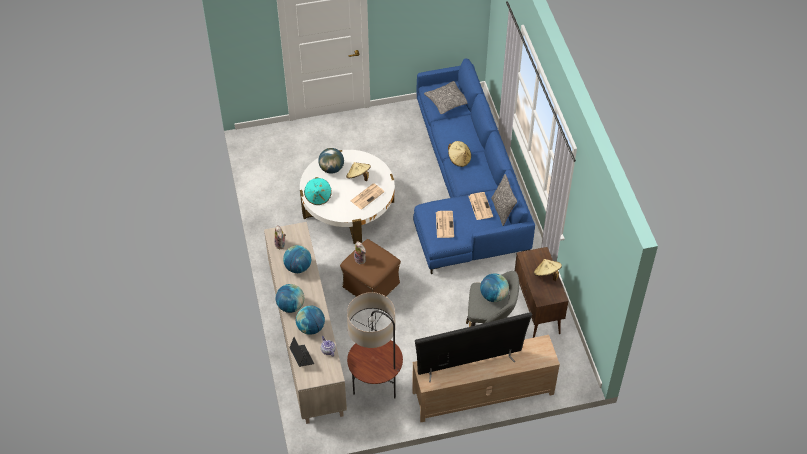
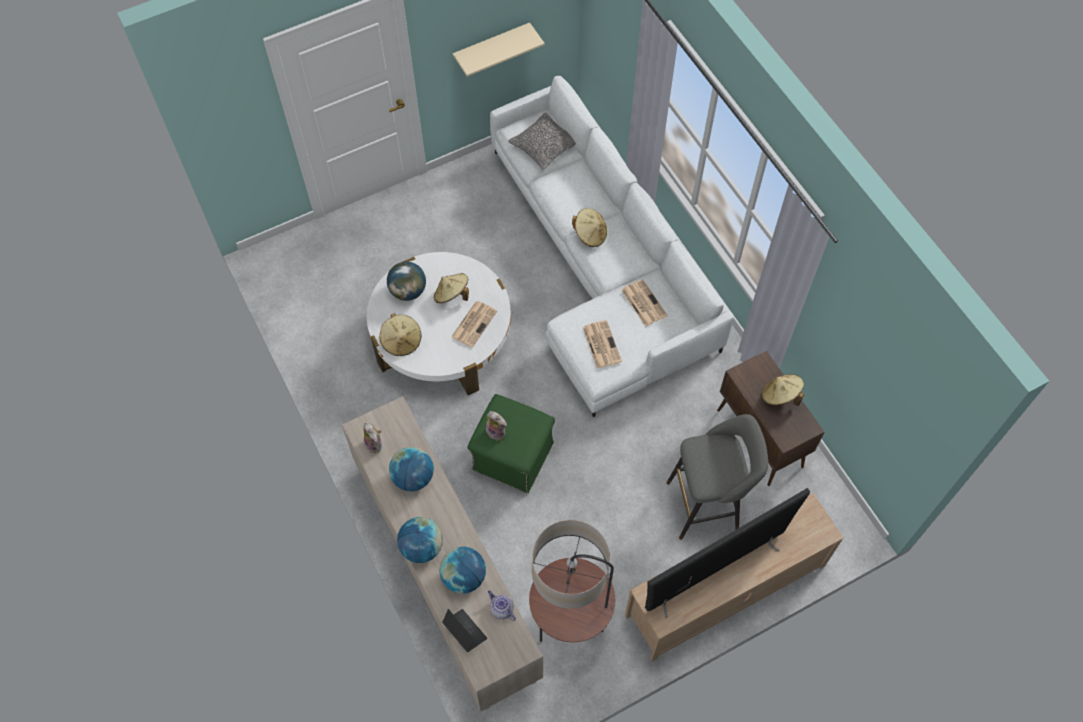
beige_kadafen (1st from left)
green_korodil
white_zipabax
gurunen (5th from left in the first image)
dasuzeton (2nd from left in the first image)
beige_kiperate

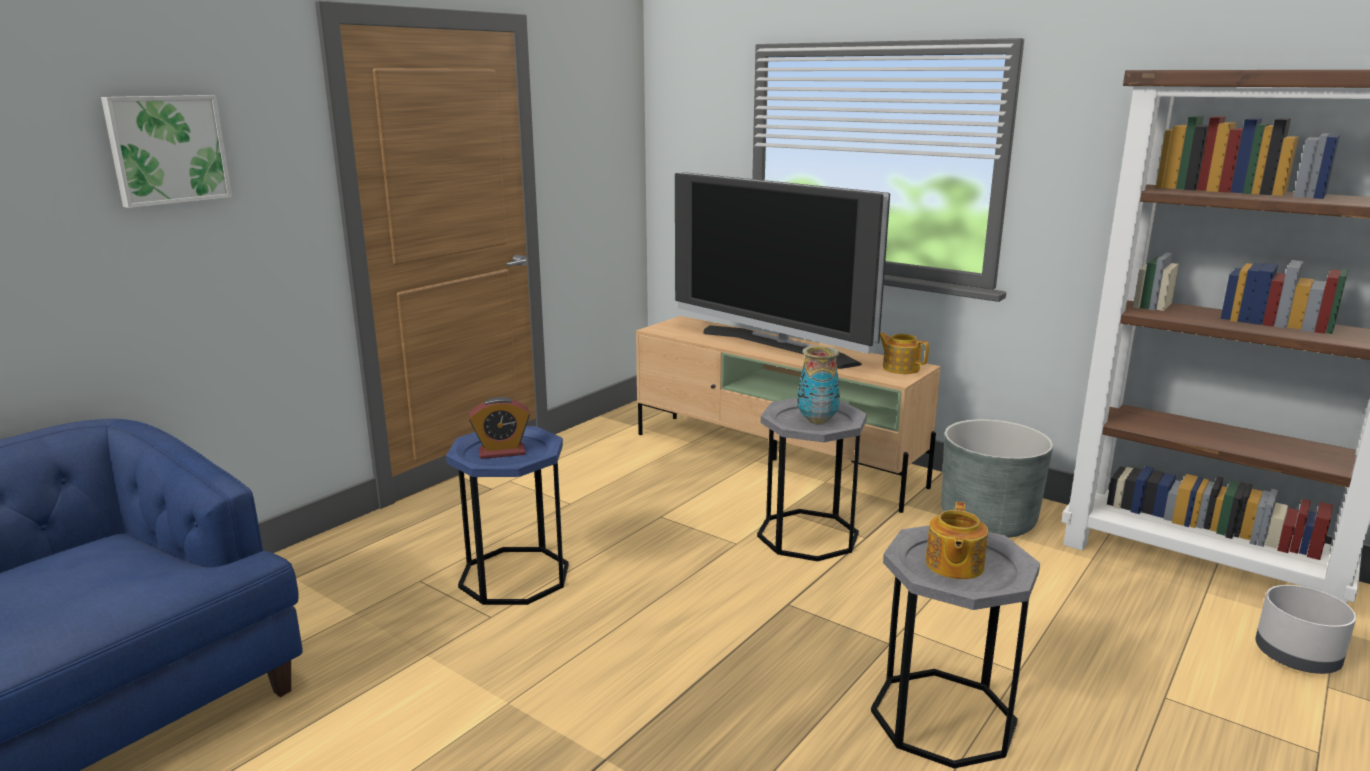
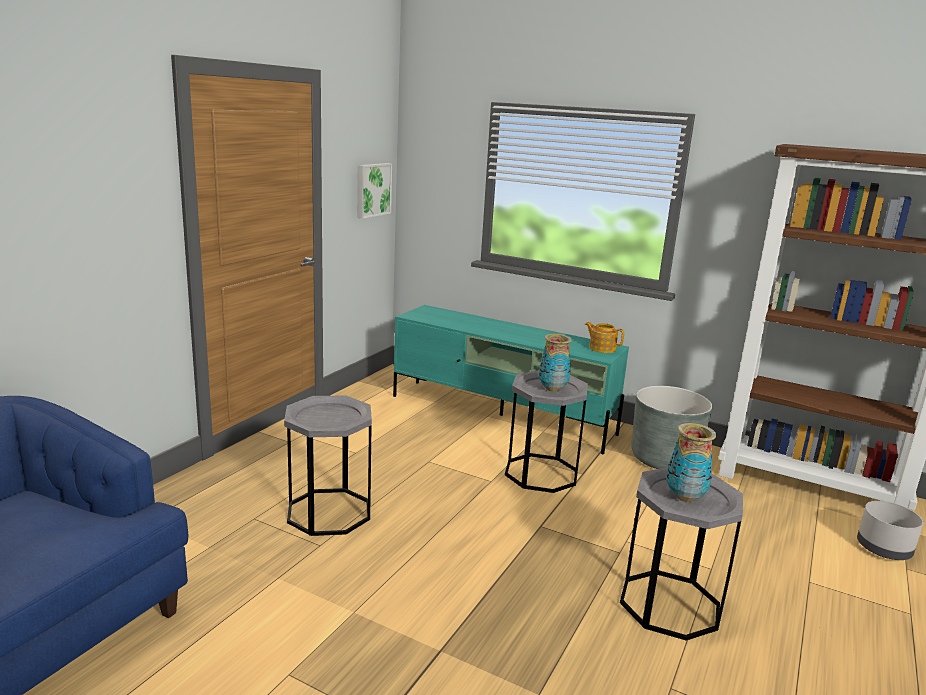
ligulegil
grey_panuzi (1st from left)
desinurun
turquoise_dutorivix
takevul
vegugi (2nd from left)

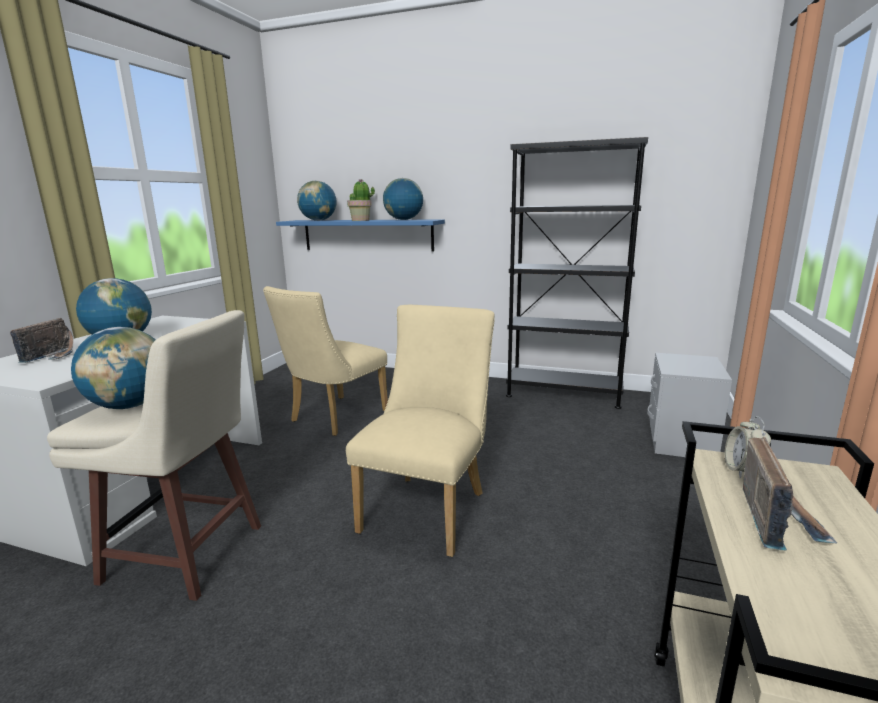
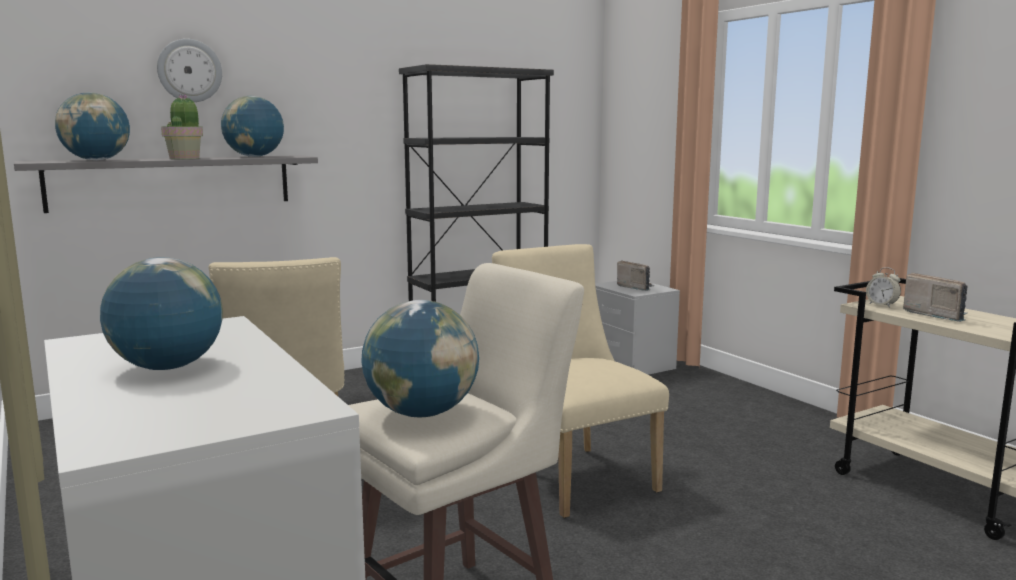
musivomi (1st from left)
grey_kiperate
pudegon

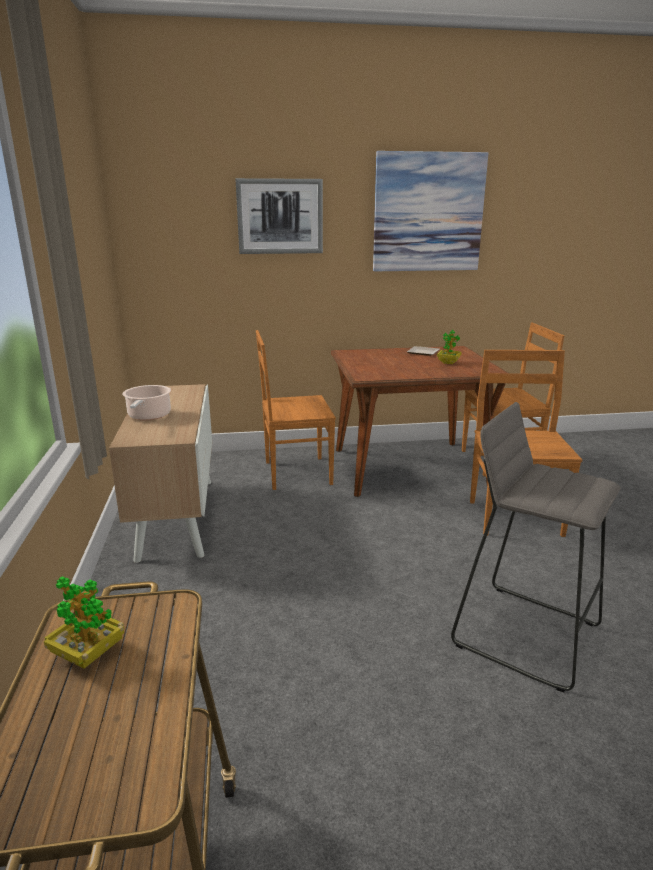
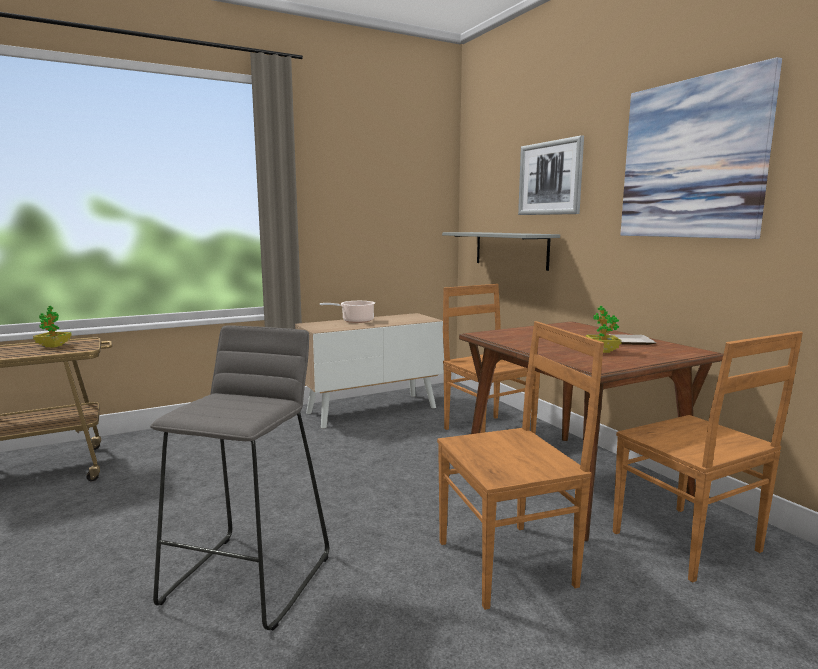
grey_kiperate

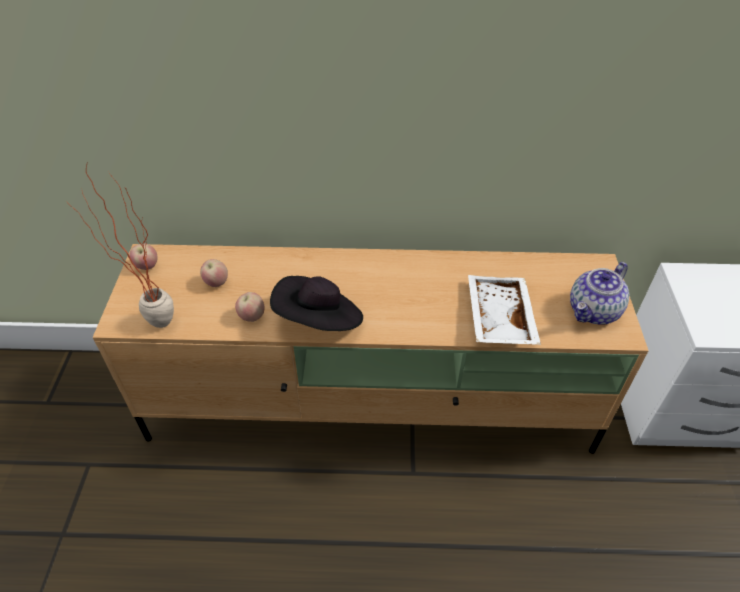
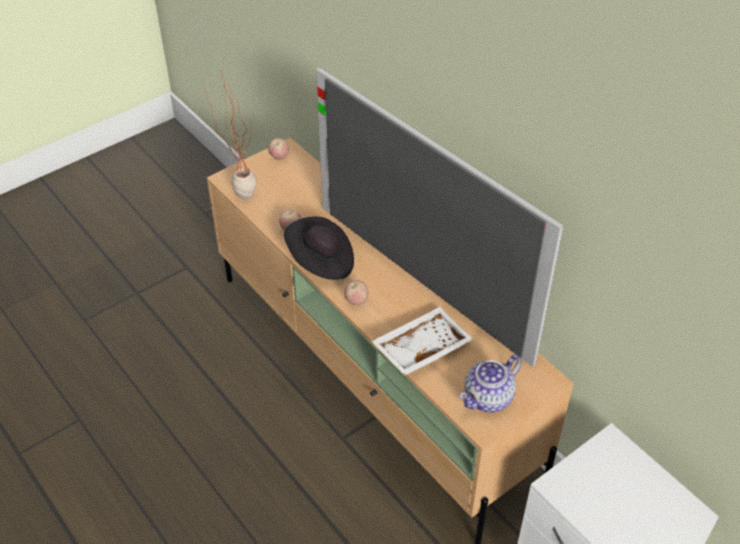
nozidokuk (3rd from left)
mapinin
takevul

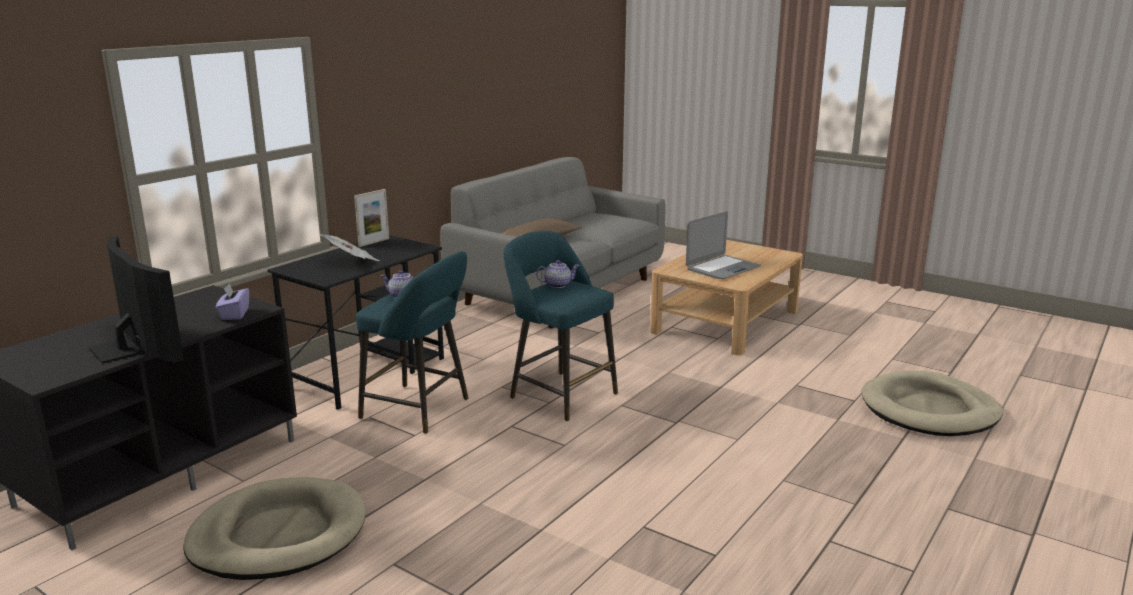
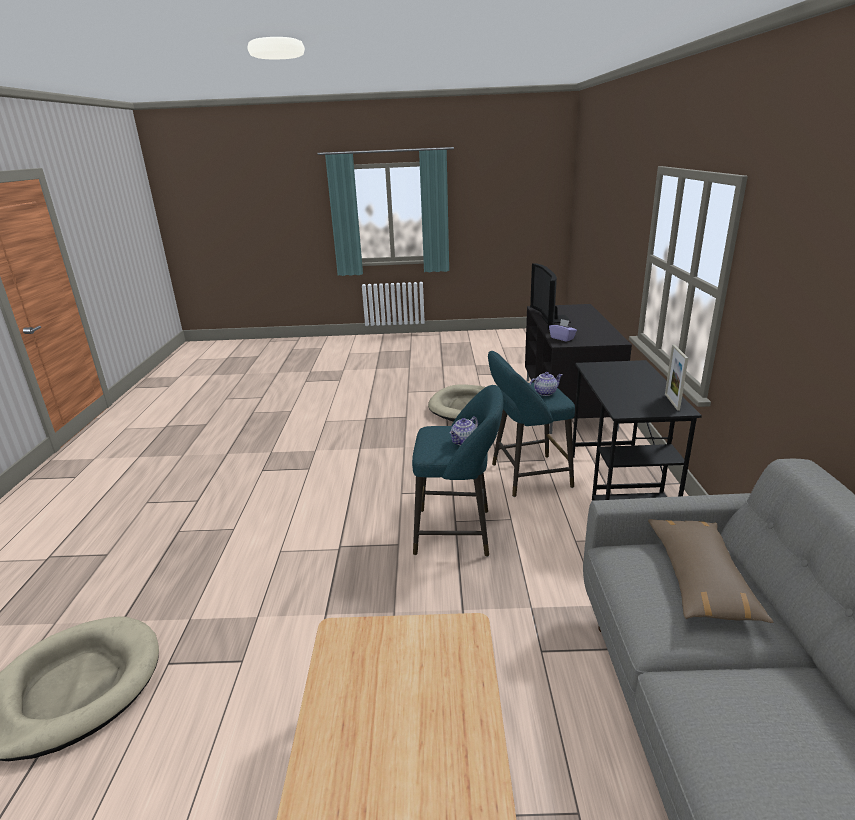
takevul
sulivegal
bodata

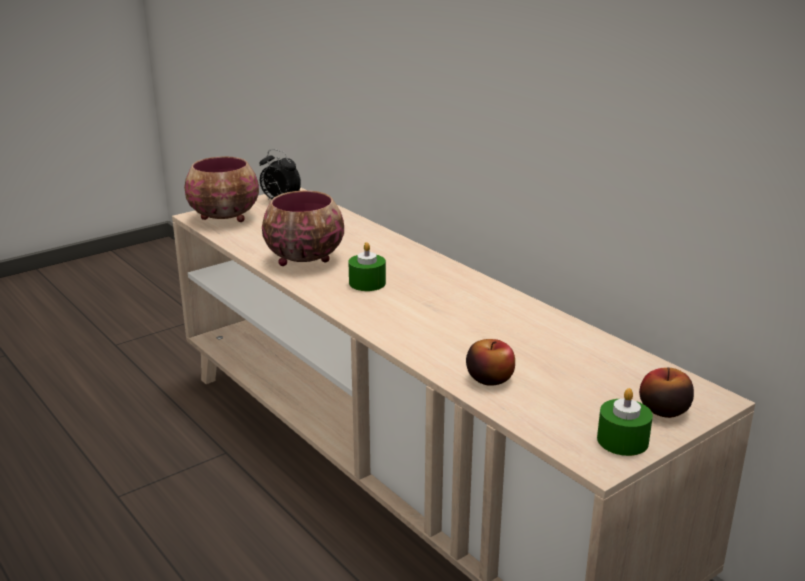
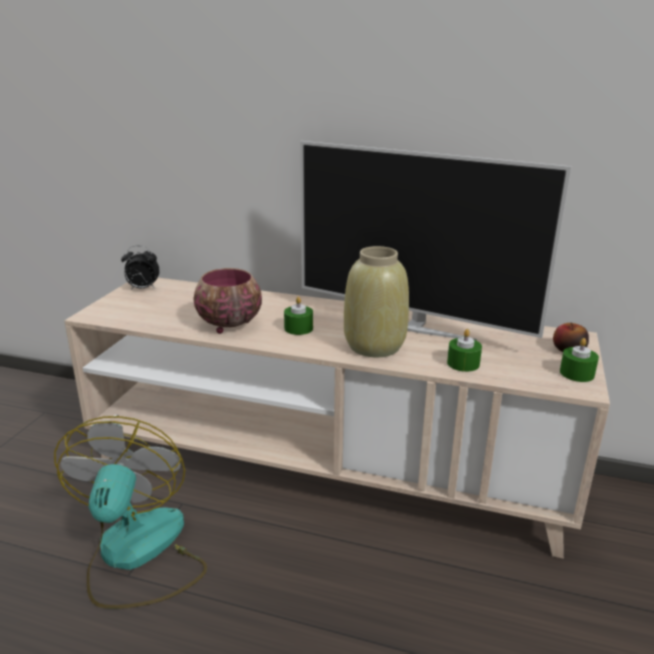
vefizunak (1st from left in the first image)
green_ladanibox (2nd from left)
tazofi
takevul
beige_vegugi

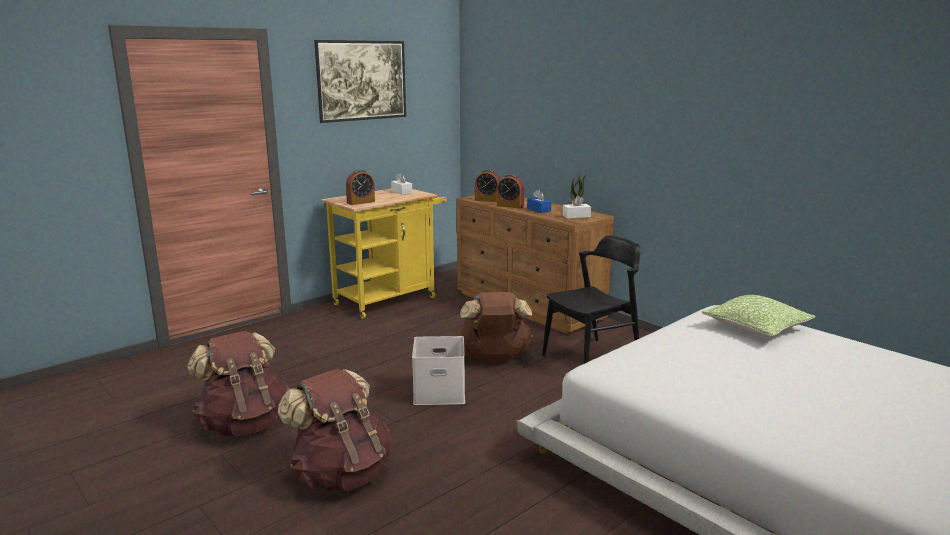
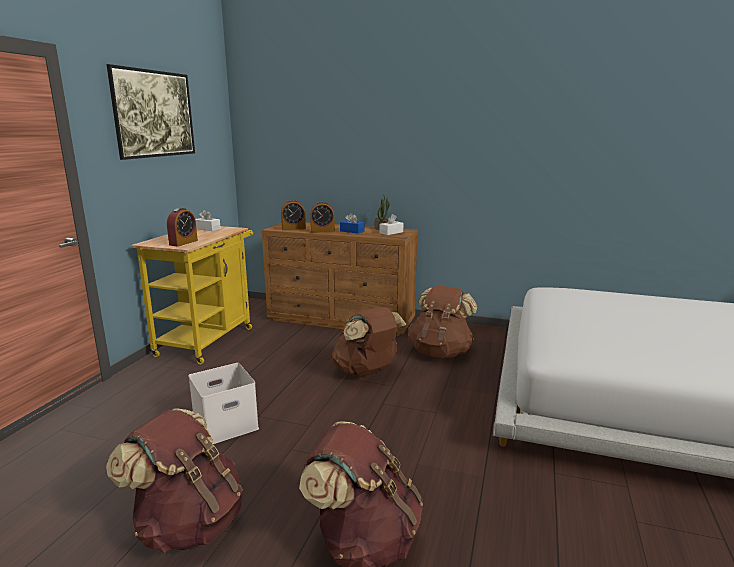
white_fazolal
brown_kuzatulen (4th from left)
dasuzeton

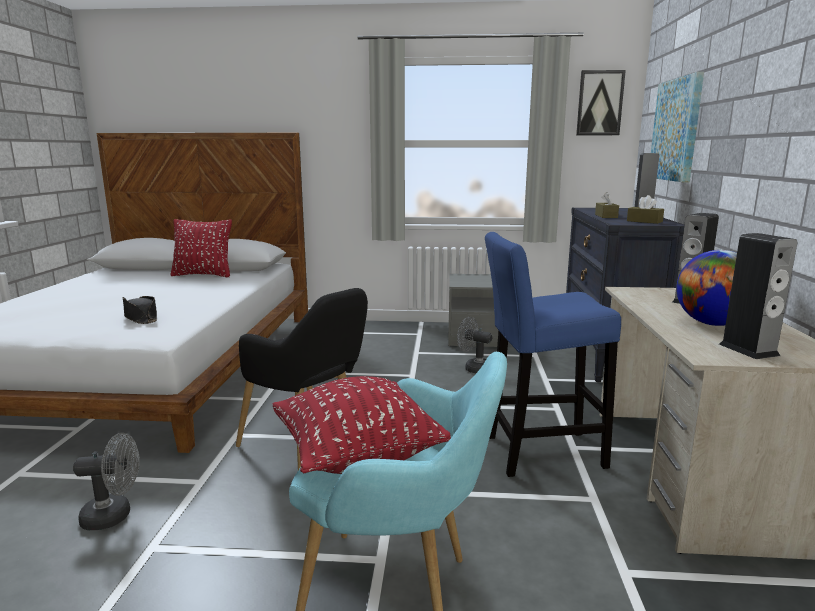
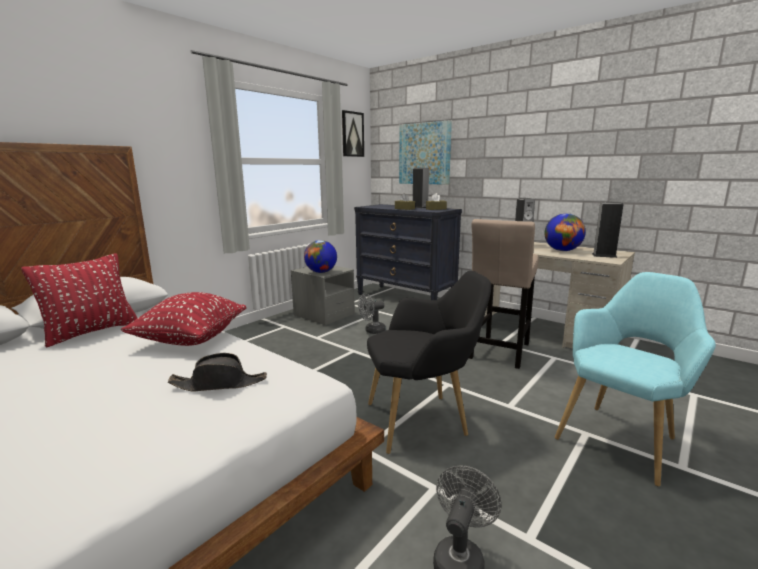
red_dasuzeton (2nd from left)
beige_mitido
gurunen (1st from left)

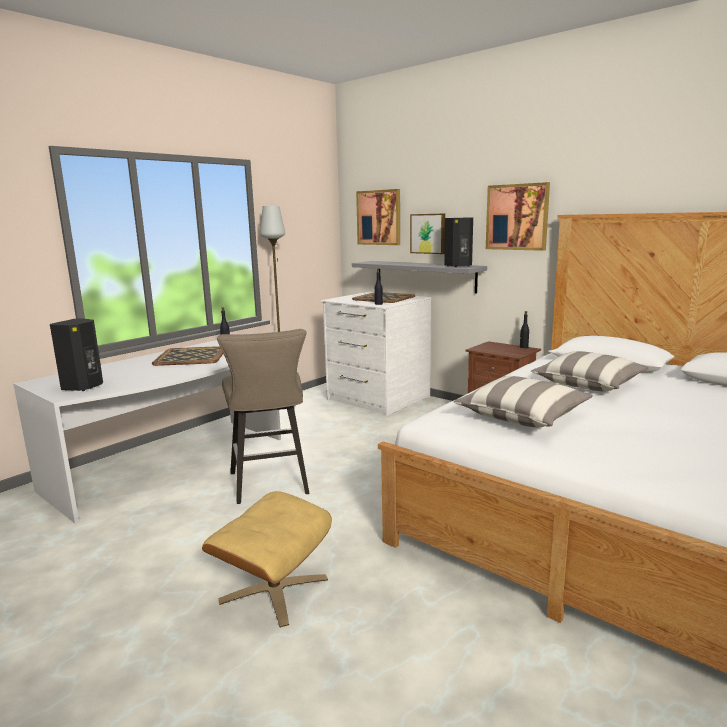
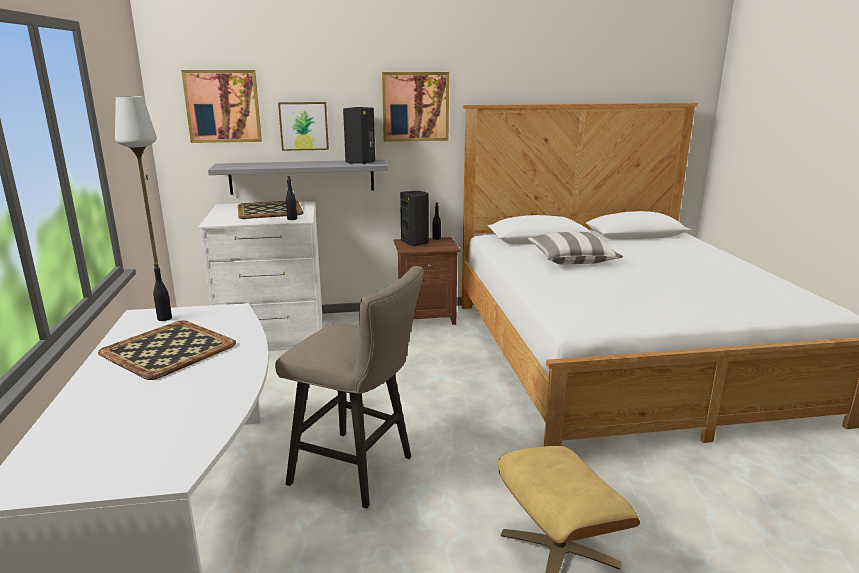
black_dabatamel (2nd from left)
dasuzeton (1st from left in the first image)

